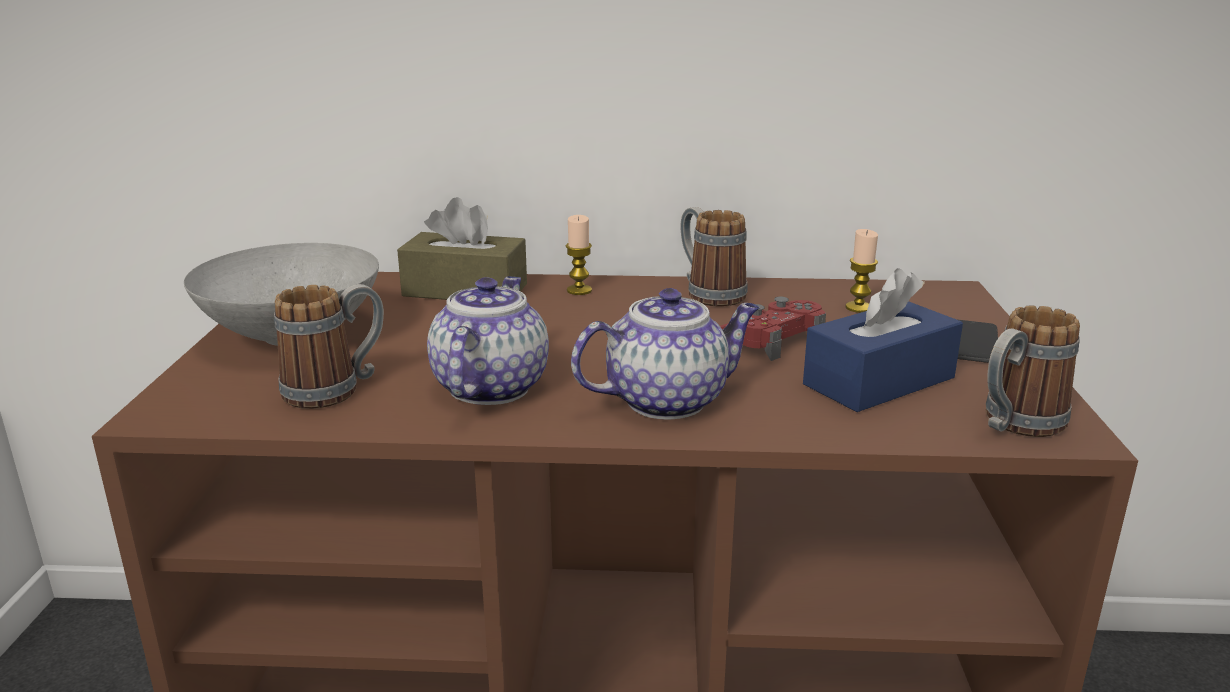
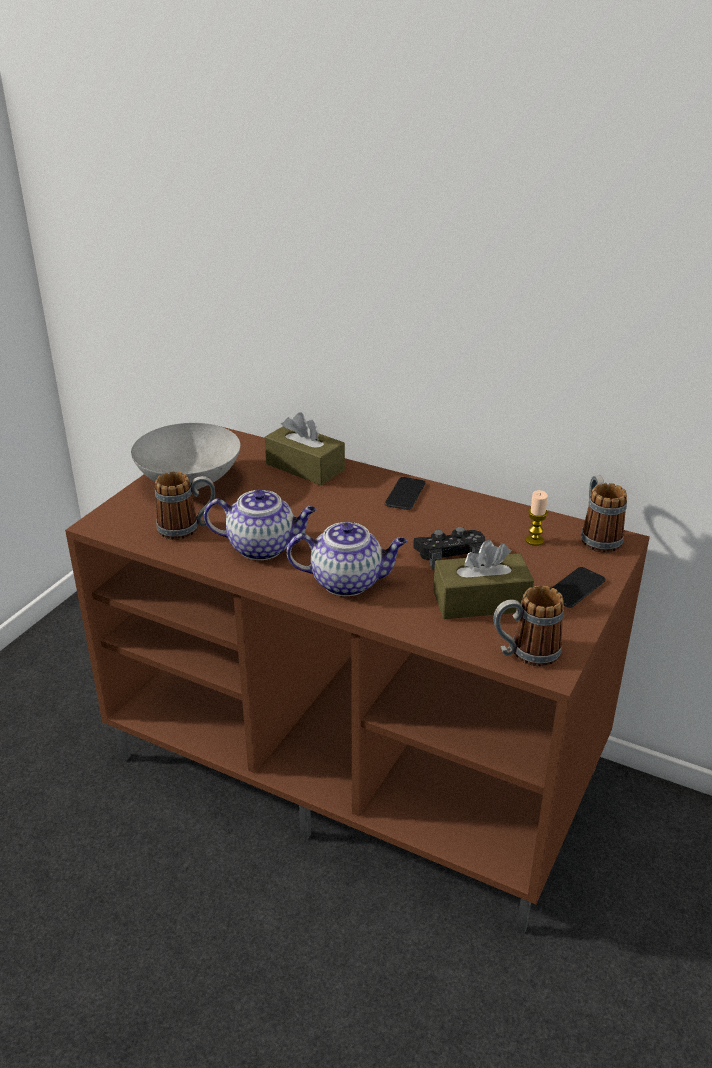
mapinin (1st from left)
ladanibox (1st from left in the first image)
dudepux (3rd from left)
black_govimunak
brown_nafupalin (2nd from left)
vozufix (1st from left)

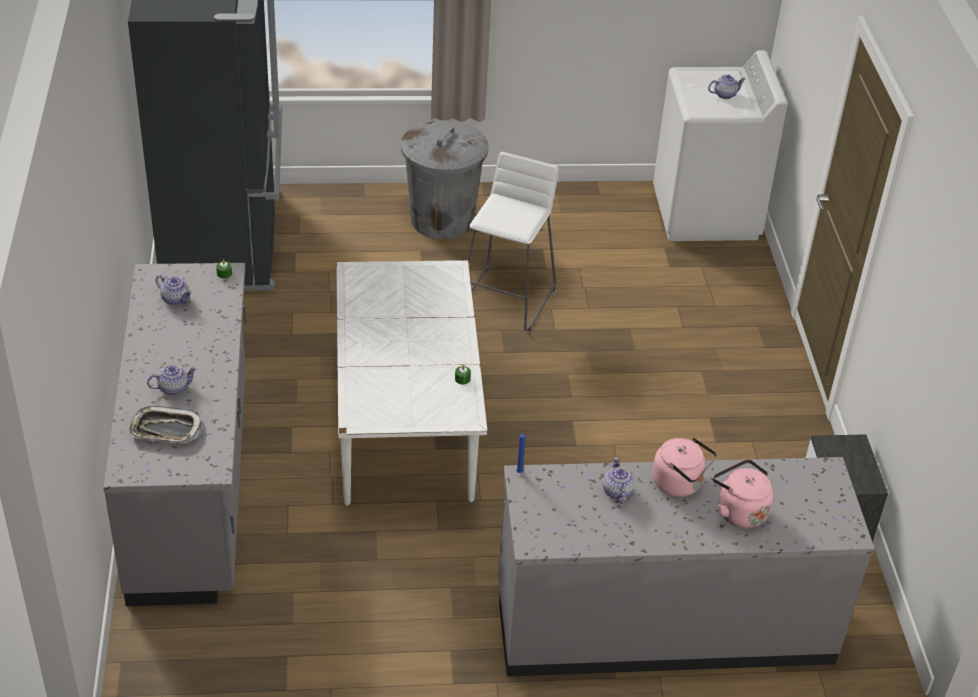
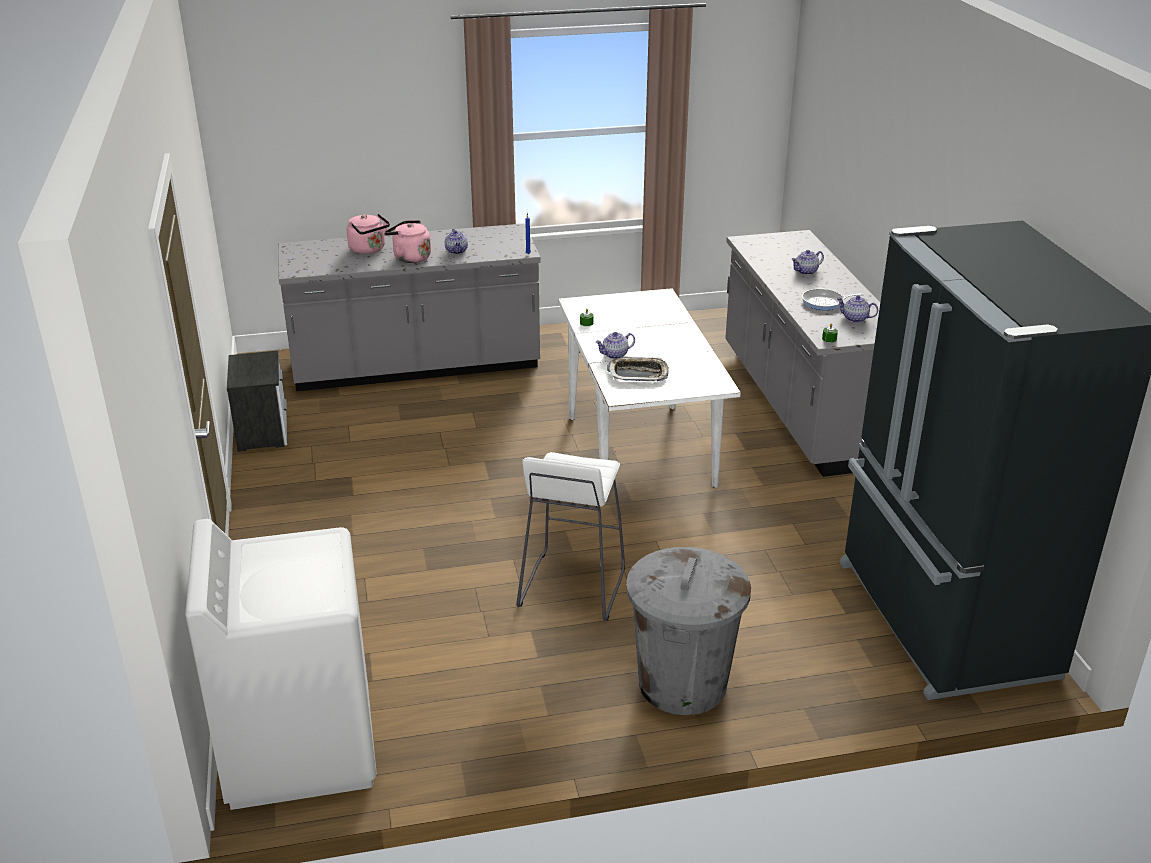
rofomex
mapinin (2nd from left)
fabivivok

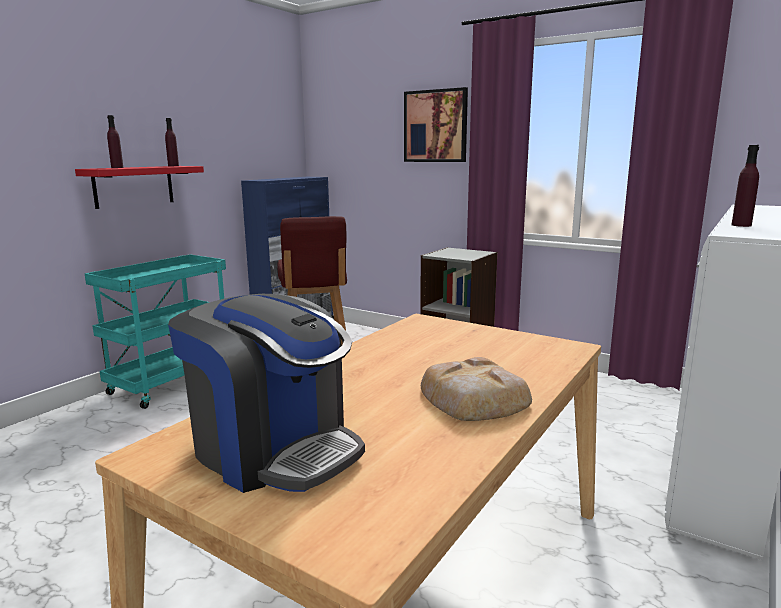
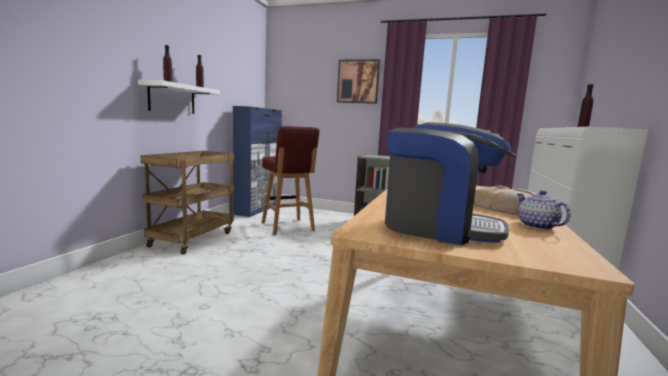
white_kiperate
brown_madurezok
mapinin

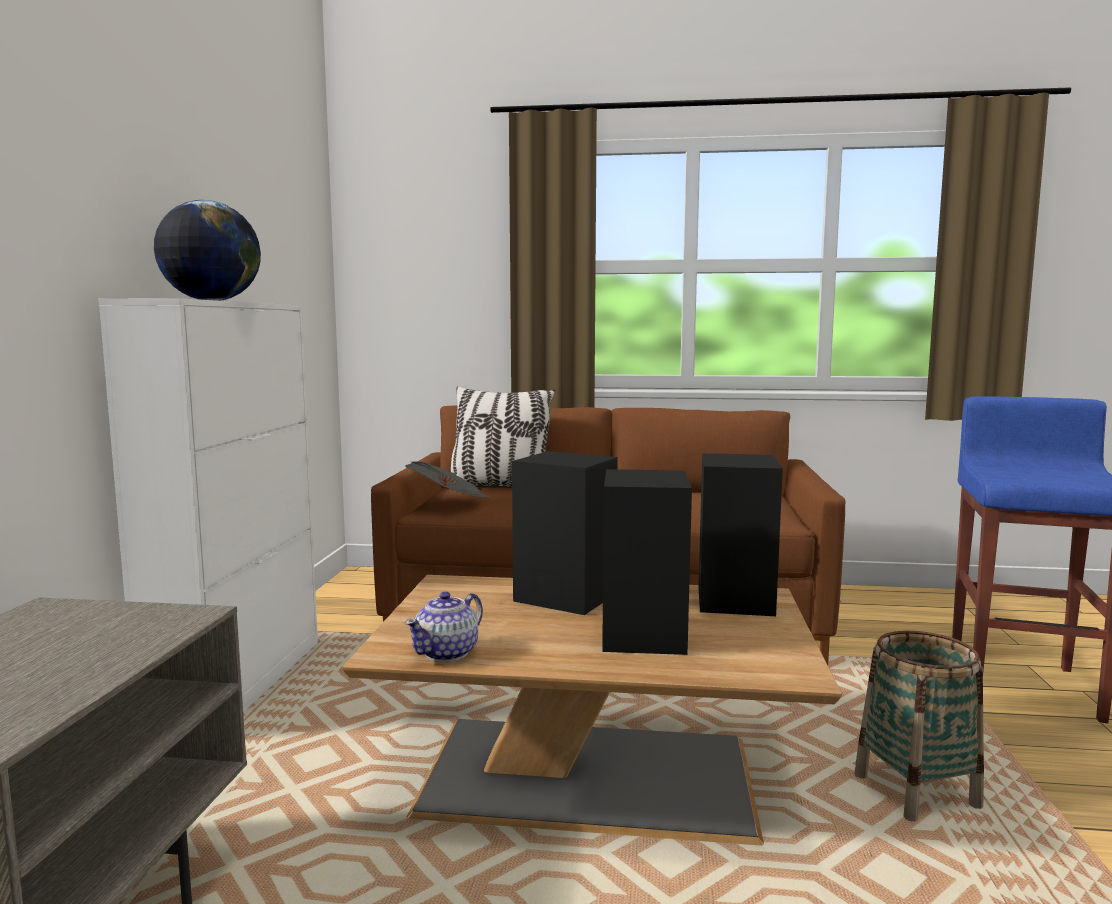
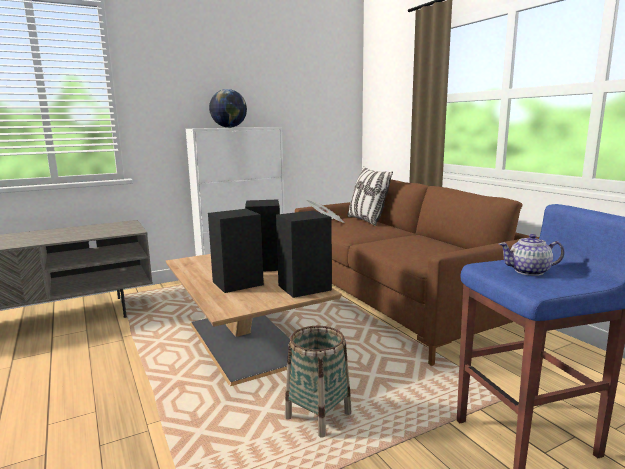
mapinin

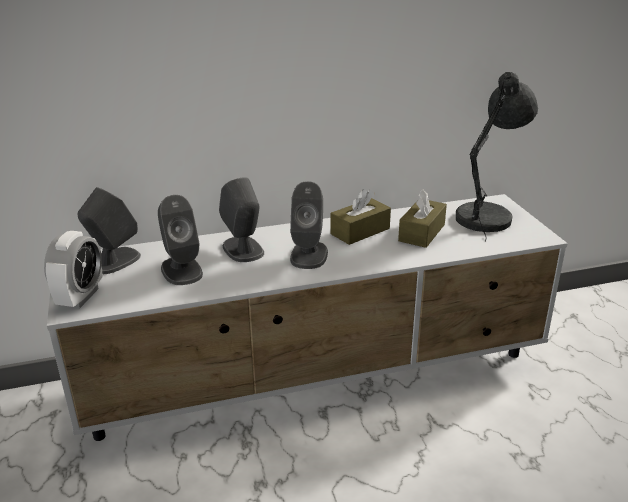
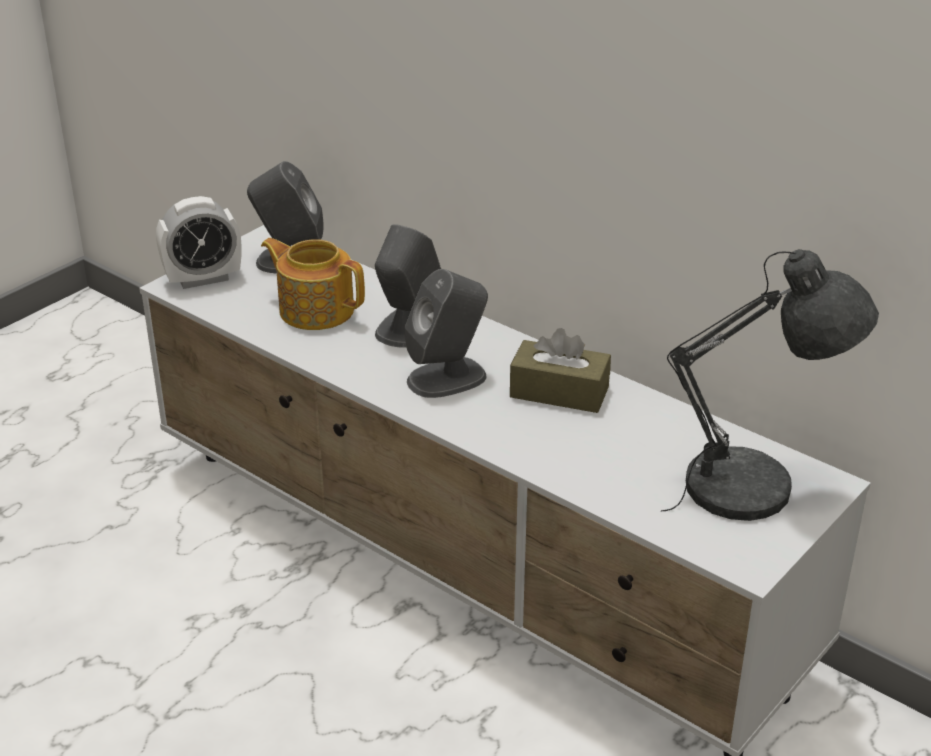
mapinin
brown_nafupalin (2nd from left in the first image)

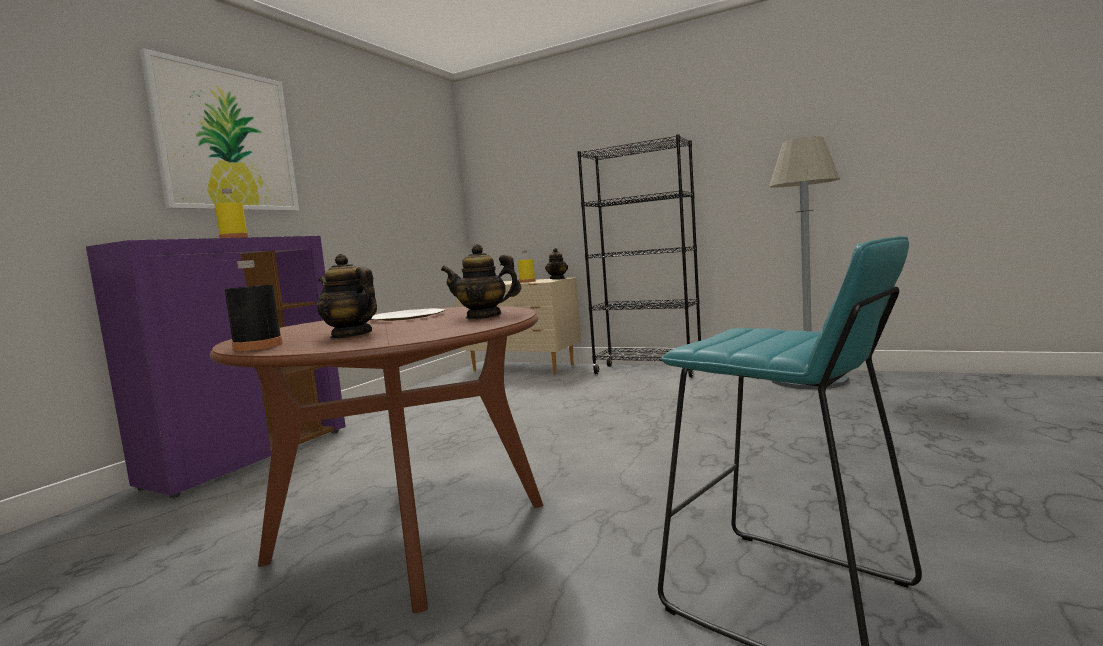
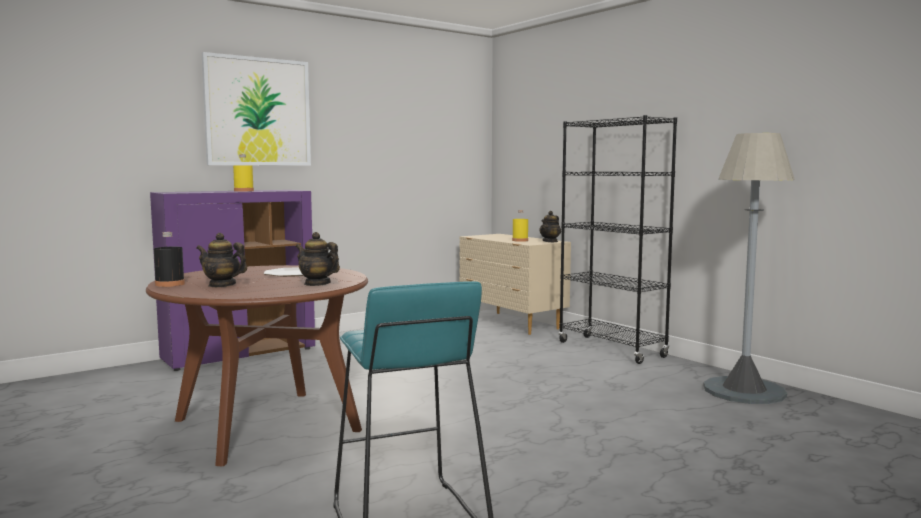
mapinin (1st from left)

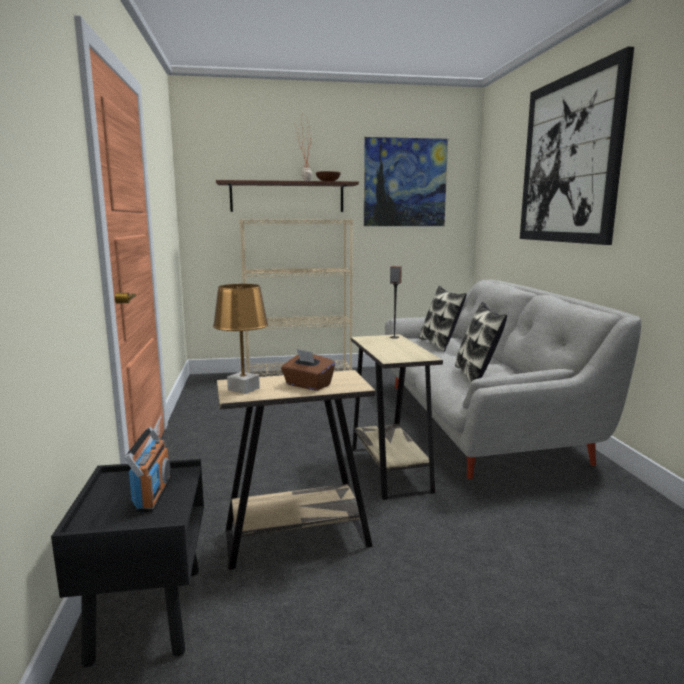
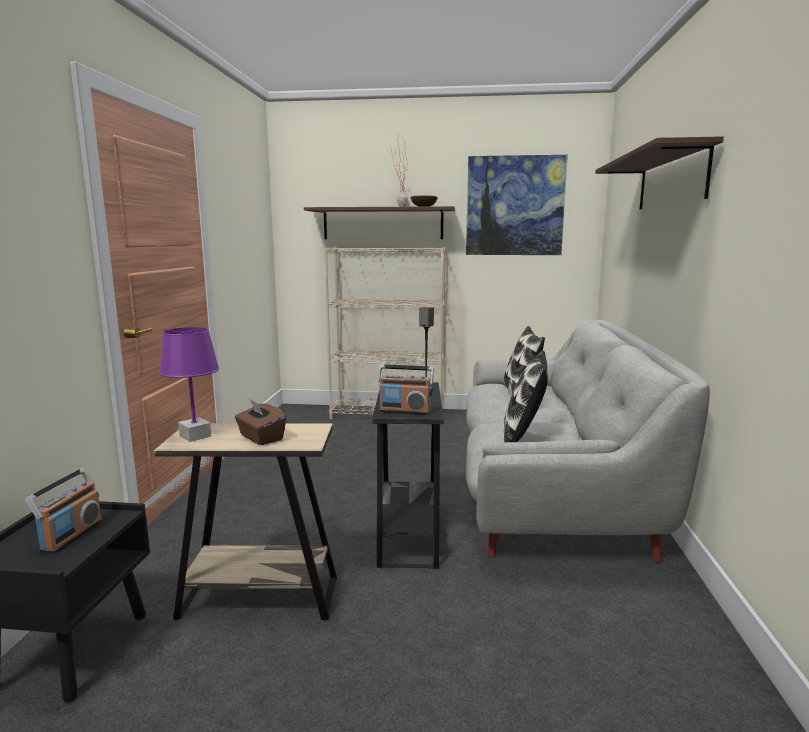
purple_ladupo
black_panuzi
kiperate (2nd from left)
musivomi (2nd from left)

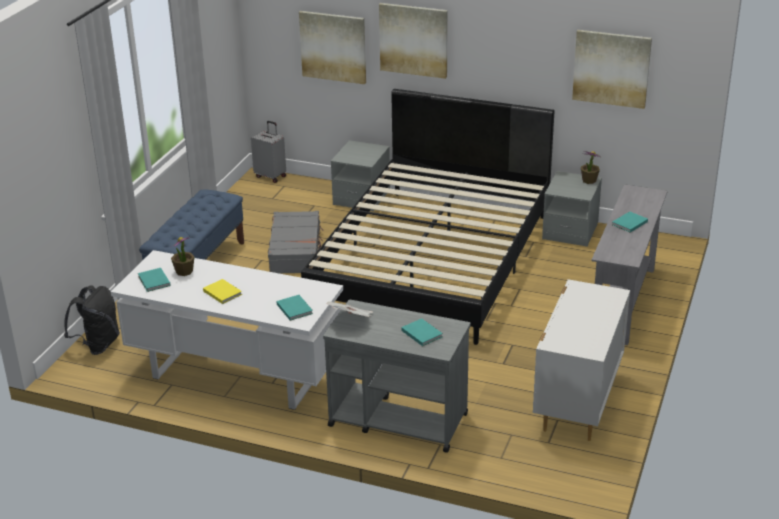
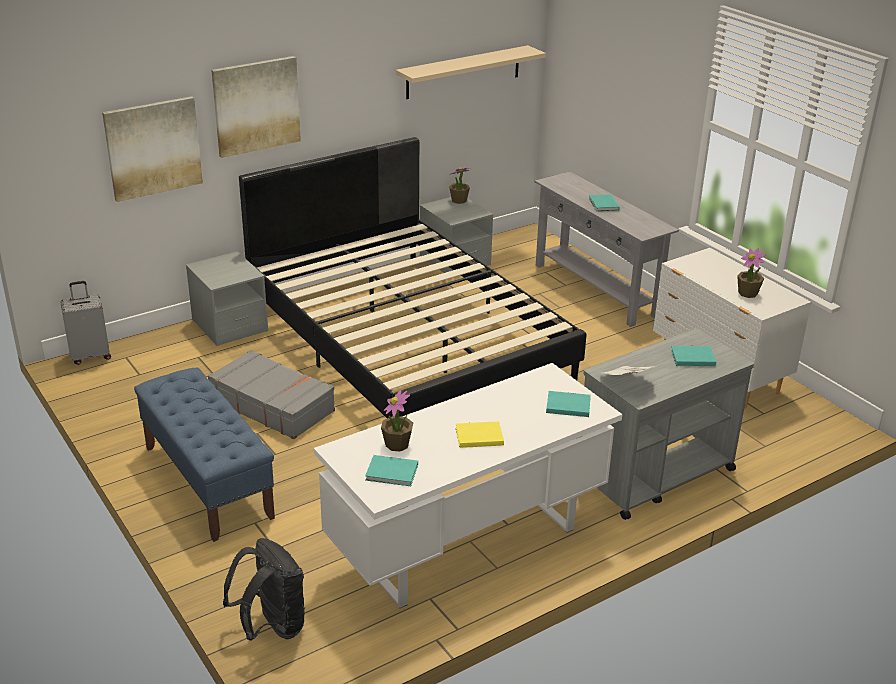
beige_kiperate
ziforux (3rd from left)

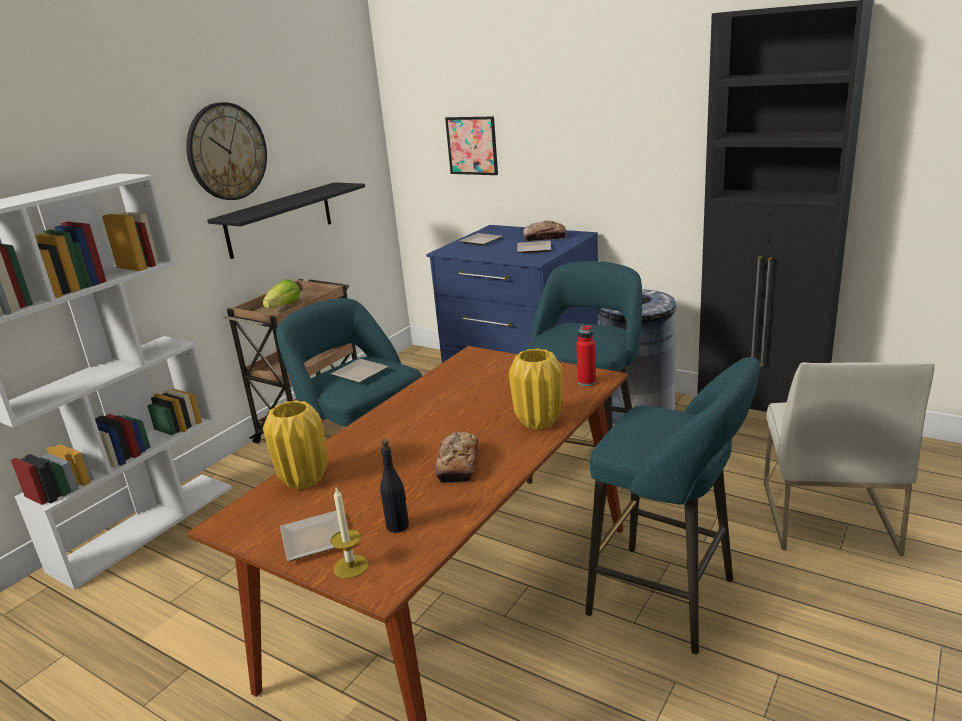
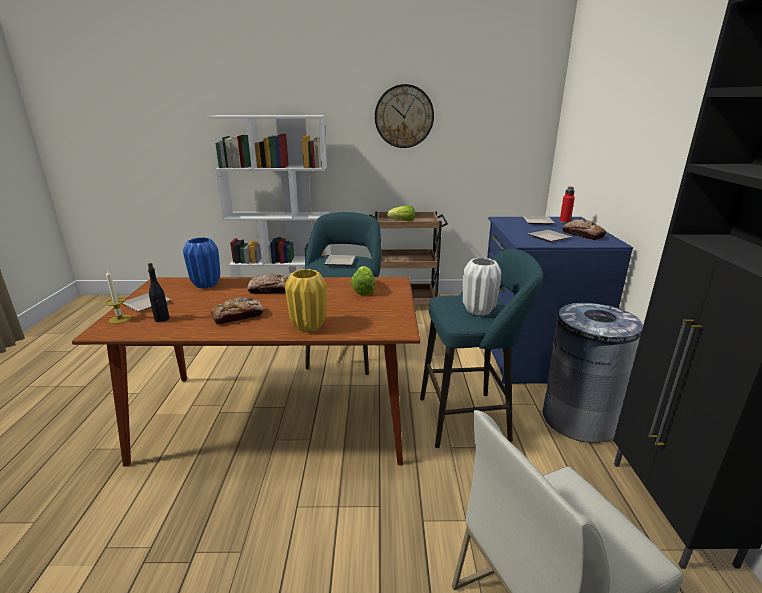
black_kiperate
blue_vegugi
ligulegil
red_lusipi
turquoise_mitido (3rd from left in the first image)
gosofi (2nd from left)
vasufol (1st from left)
white_vegugi

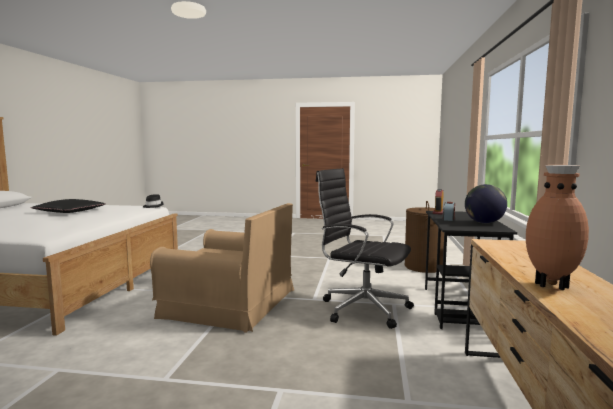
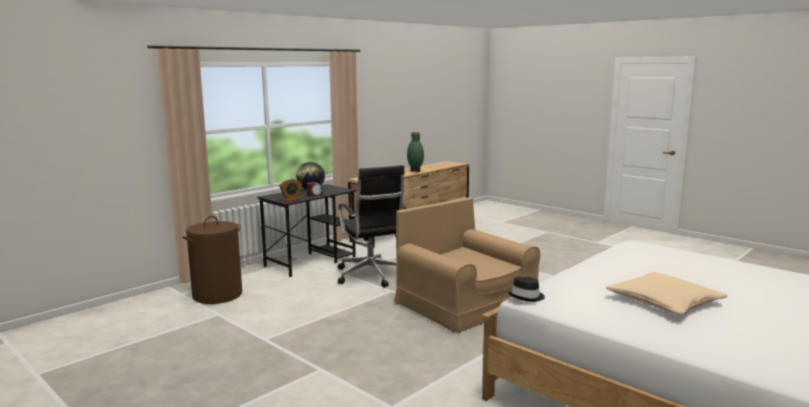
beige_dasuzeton
green_vegugi

